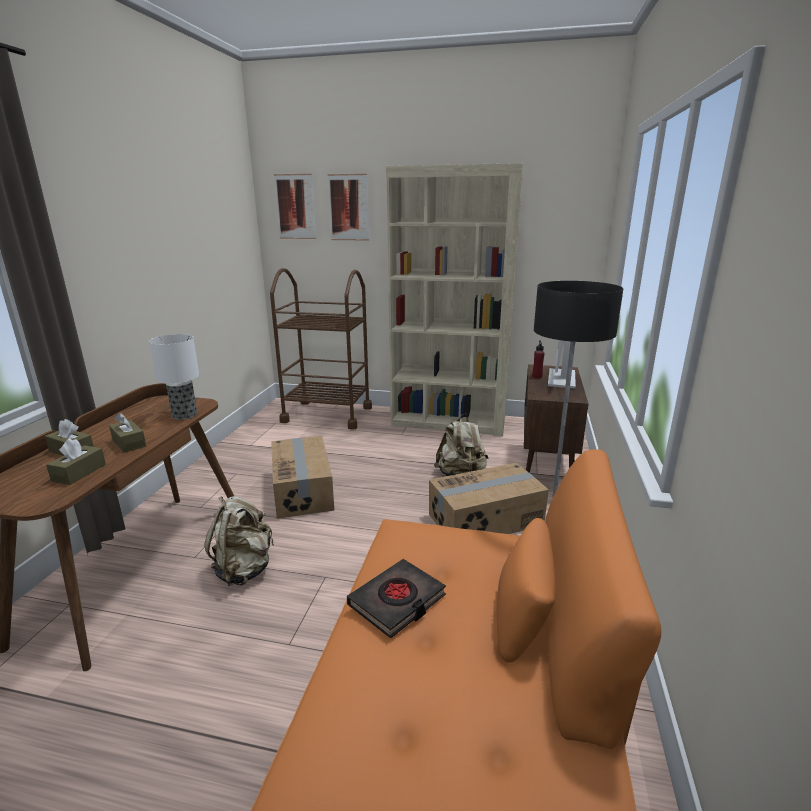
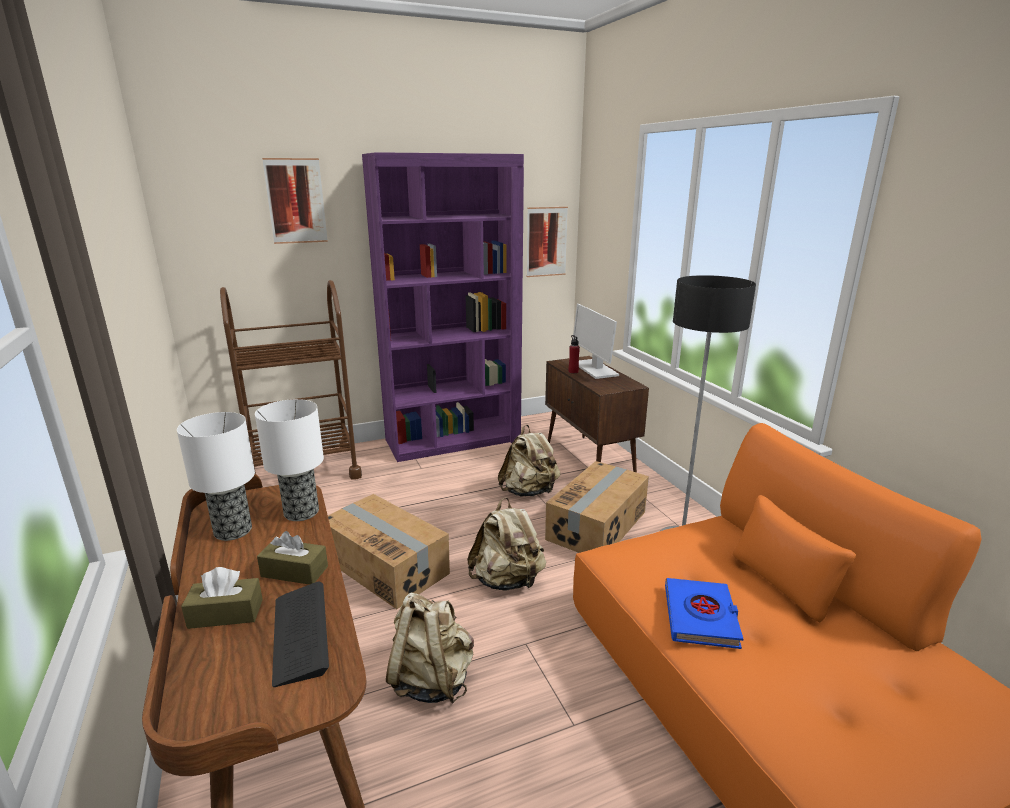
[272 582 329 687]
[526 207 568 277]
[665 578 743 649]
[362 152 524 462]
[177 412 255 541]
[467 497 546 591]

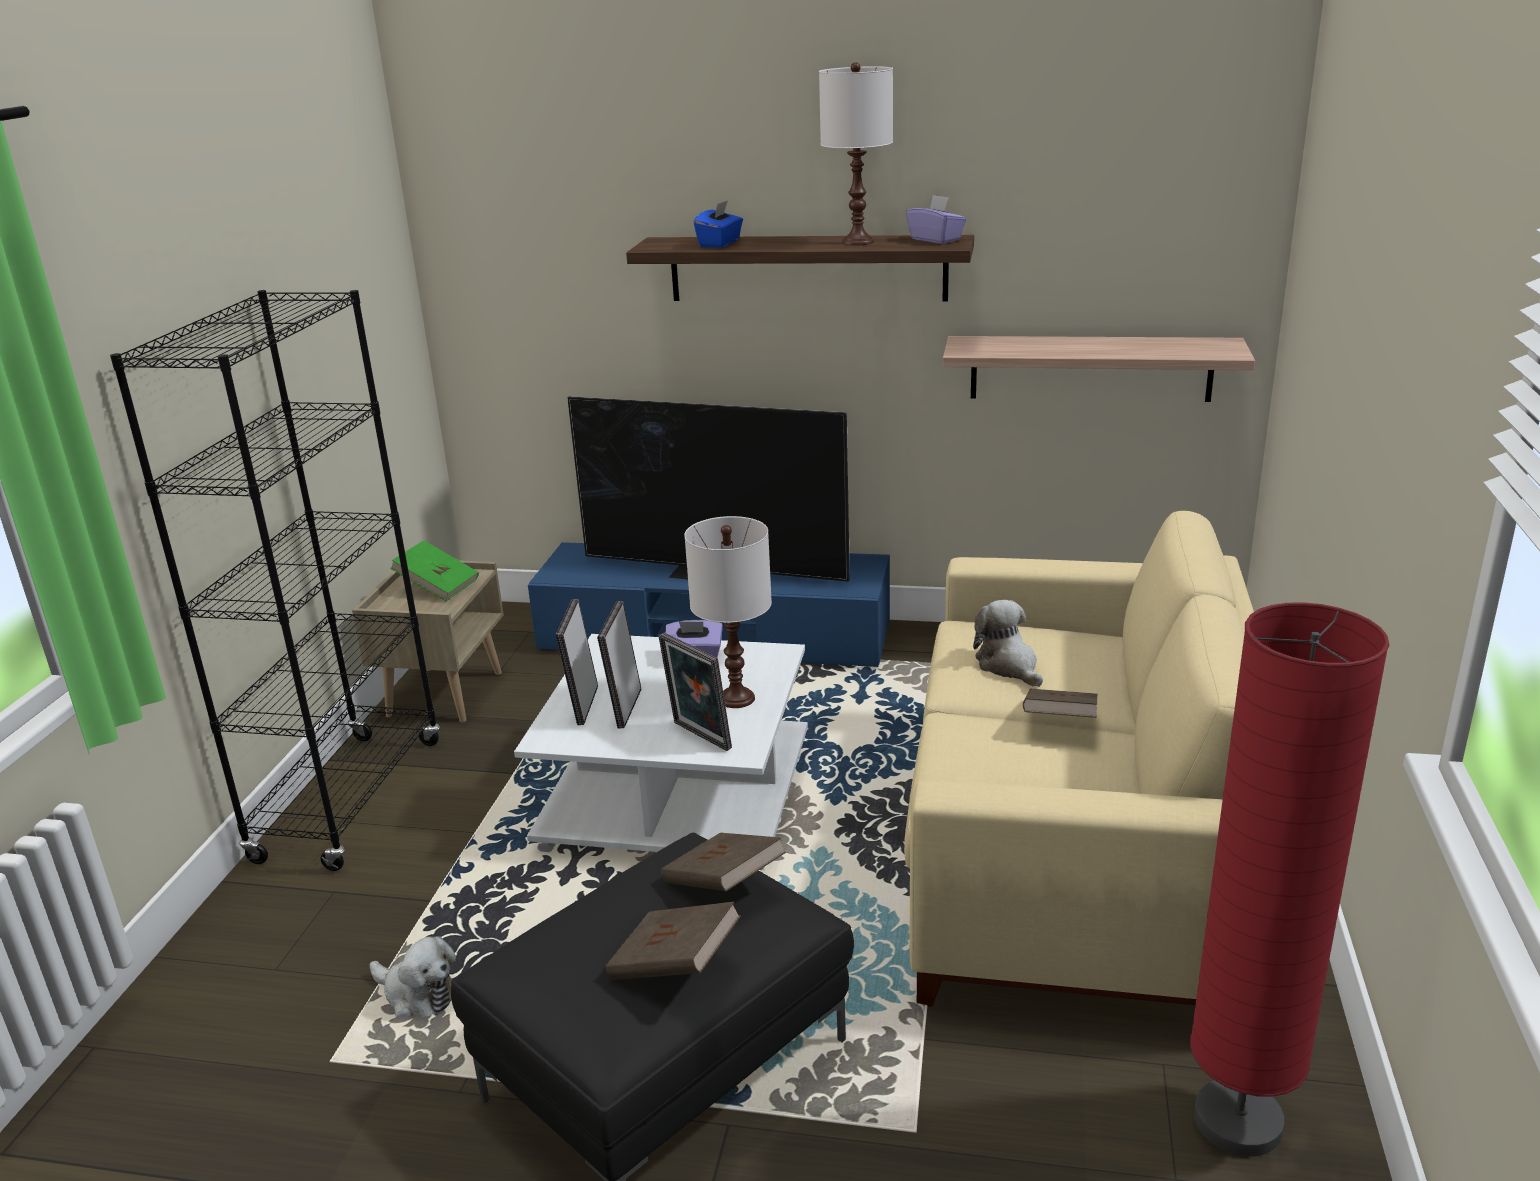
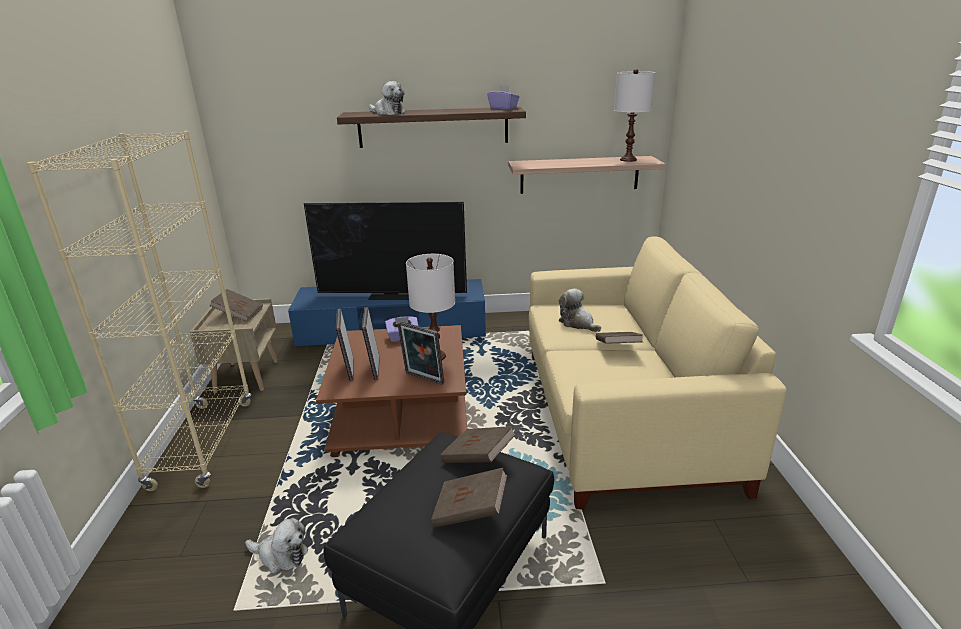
[27 131 251 491]
[210 289 263 322]
[316 325 467 457]
[369 81 405 115]
[614 69 655 162]
[1190 602 1389 1156] (first image)

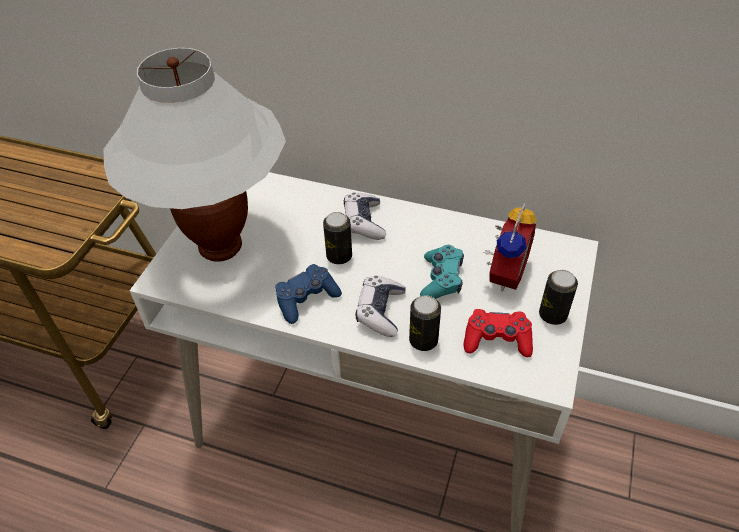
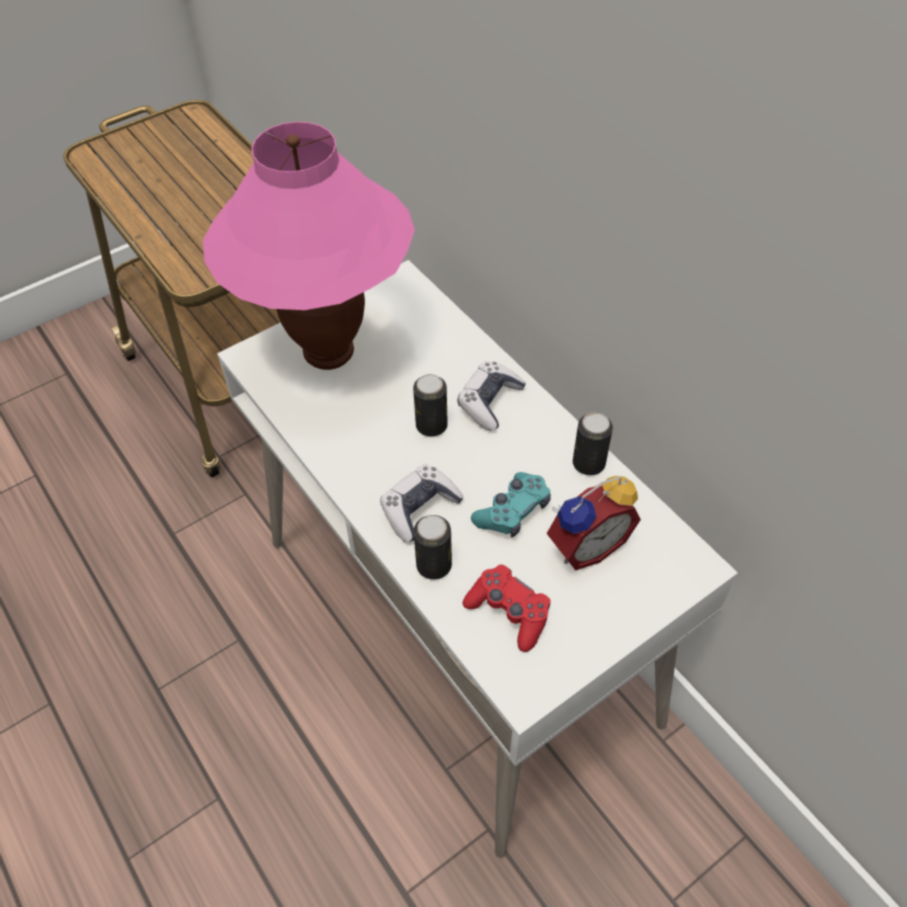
[203 122 415 370]
[275 264 342 324] (first image)
[573 412 613 475]

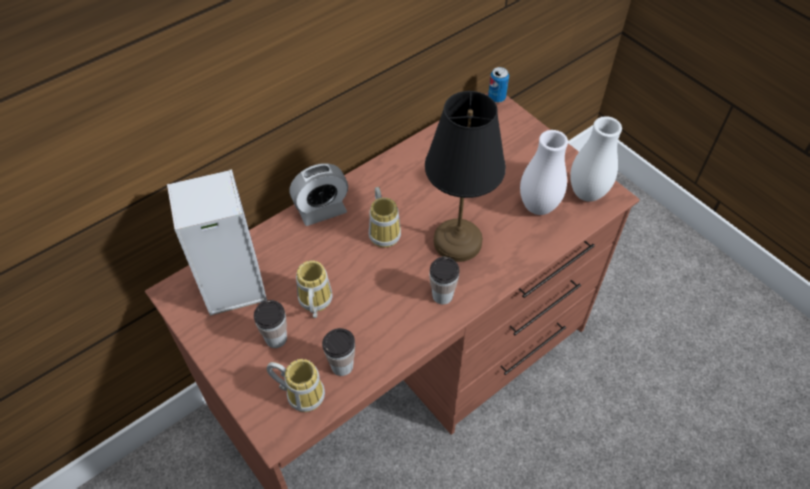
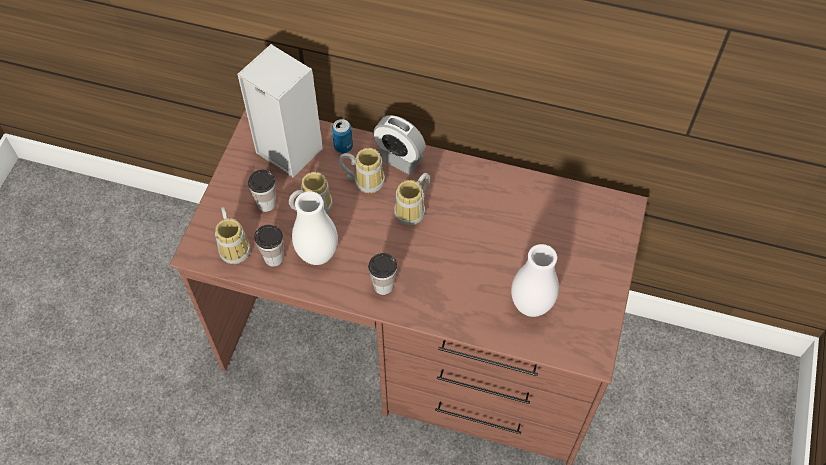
[425 91 506 262] (first image)
[332 119 353 153]
[292 191 338 265]
[339 148 385 193]

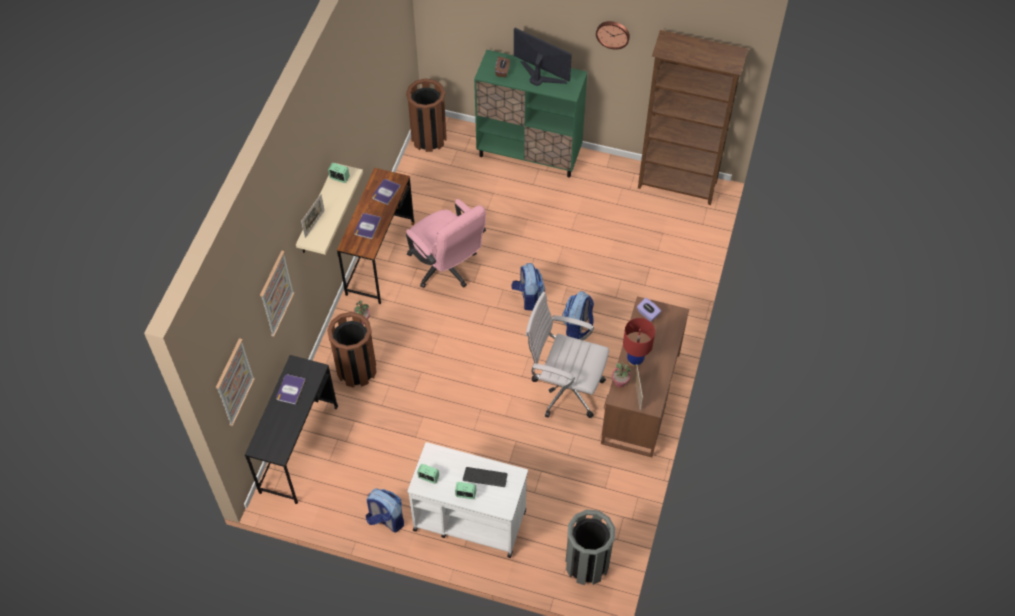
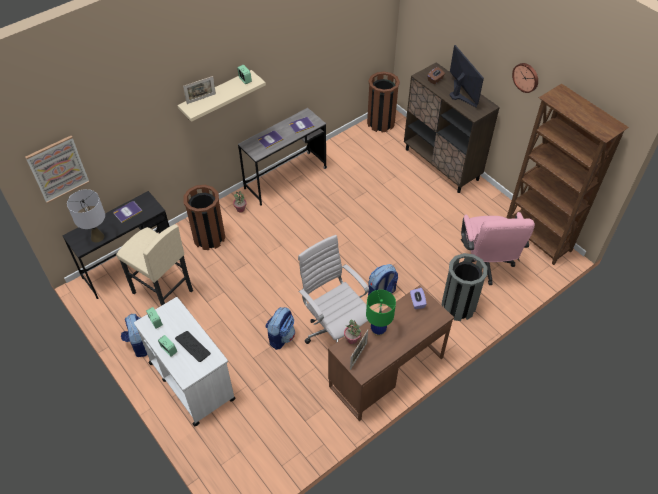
[260 250 295 337] (first image)
[238 108 327 206]
[461 212 535 285]
[404 62 500 193]
[266 307 295 350]
[442 253 487 321]
[366 290 396 336]
[67 189 105 242]
[116 224 193 306]

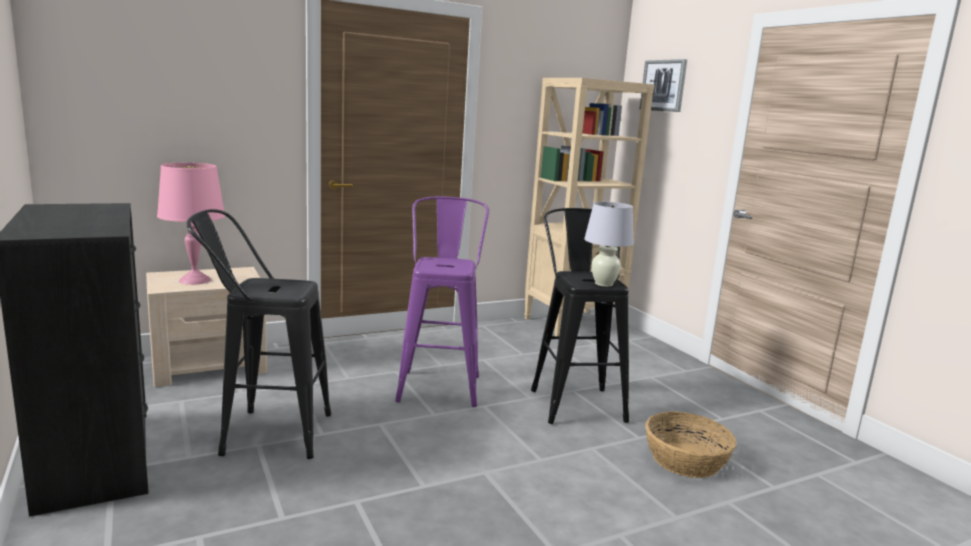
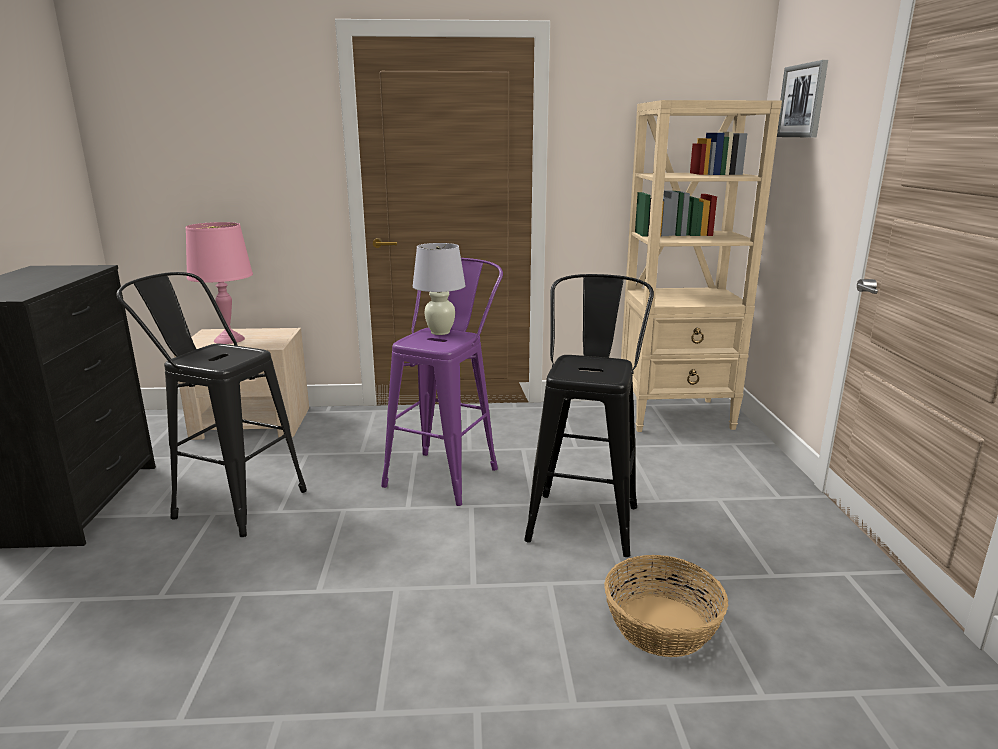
[413 243 465 335]

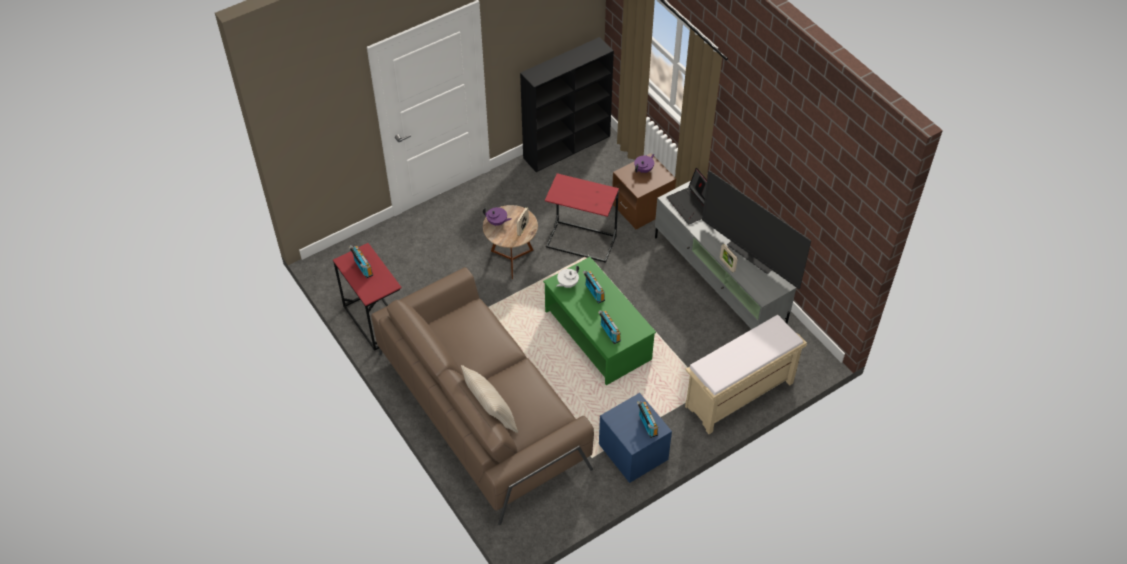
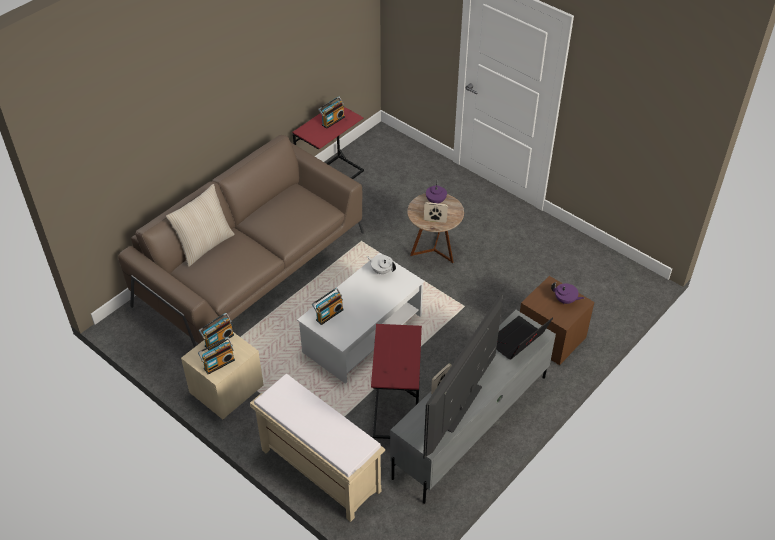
[520 37 614 172] (first image)
[297 253 425 384]
[371 324 422 439]
[199 313 234 350]
[181 332 264 419]

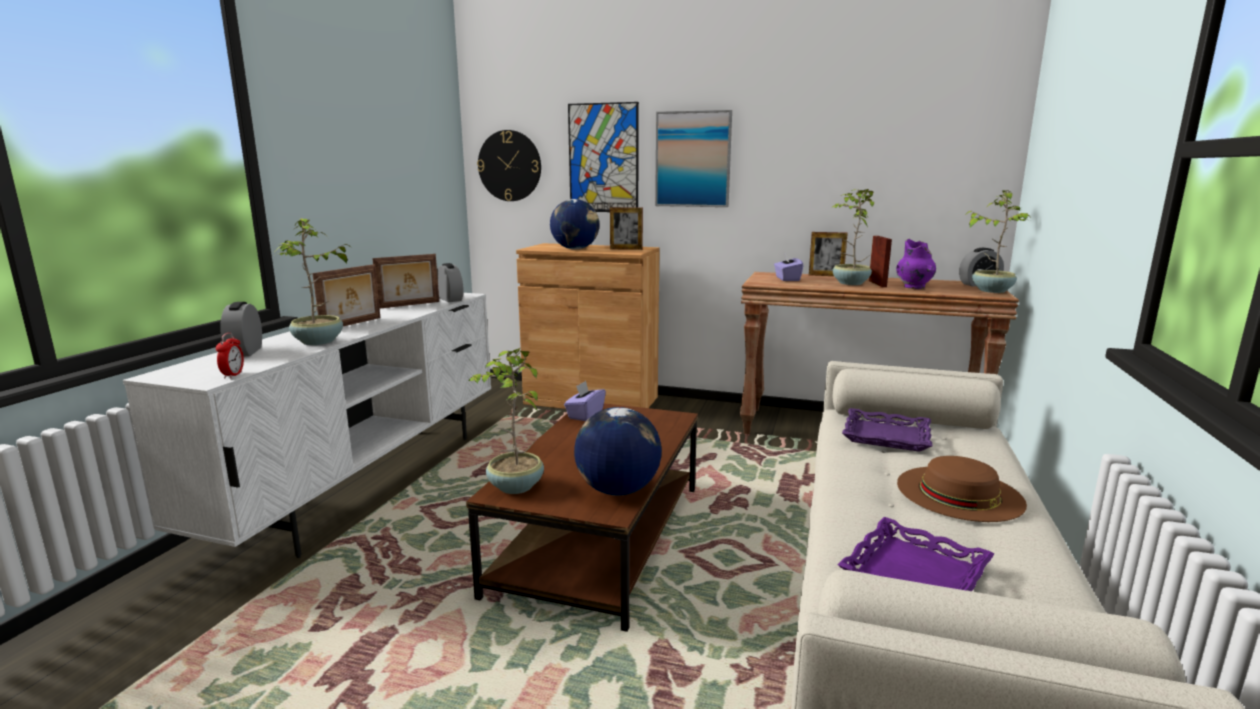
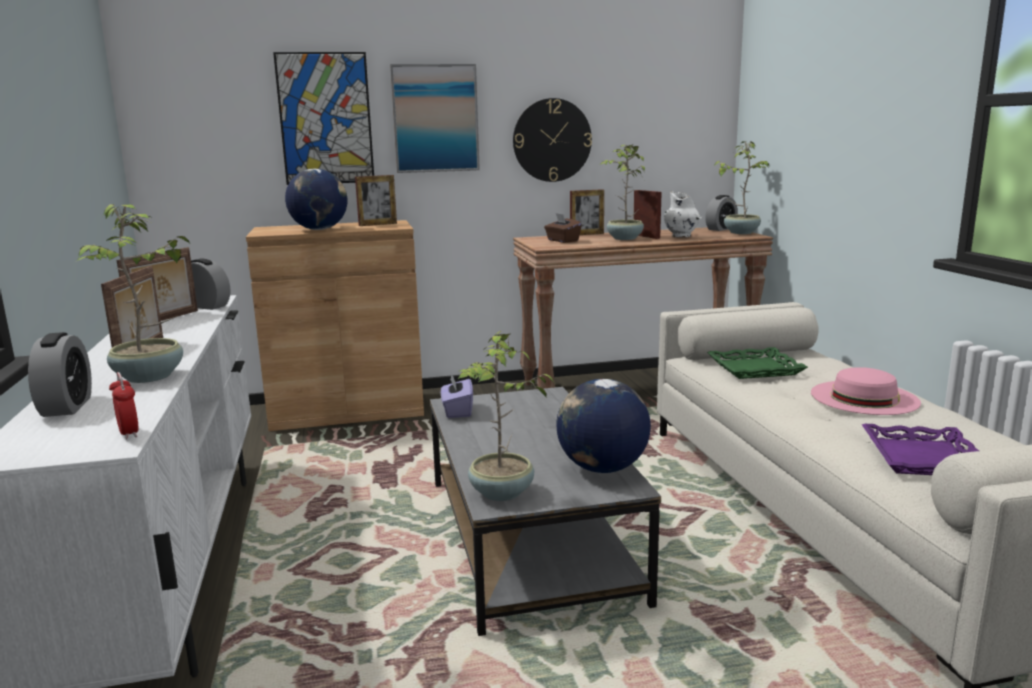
[28 332 92 417]
[430 387 661 636]
[513 98 592 182]
[544 213 582 243]
[707 347 808 379]
[664 191 702 238]
[811 367 921 415]

